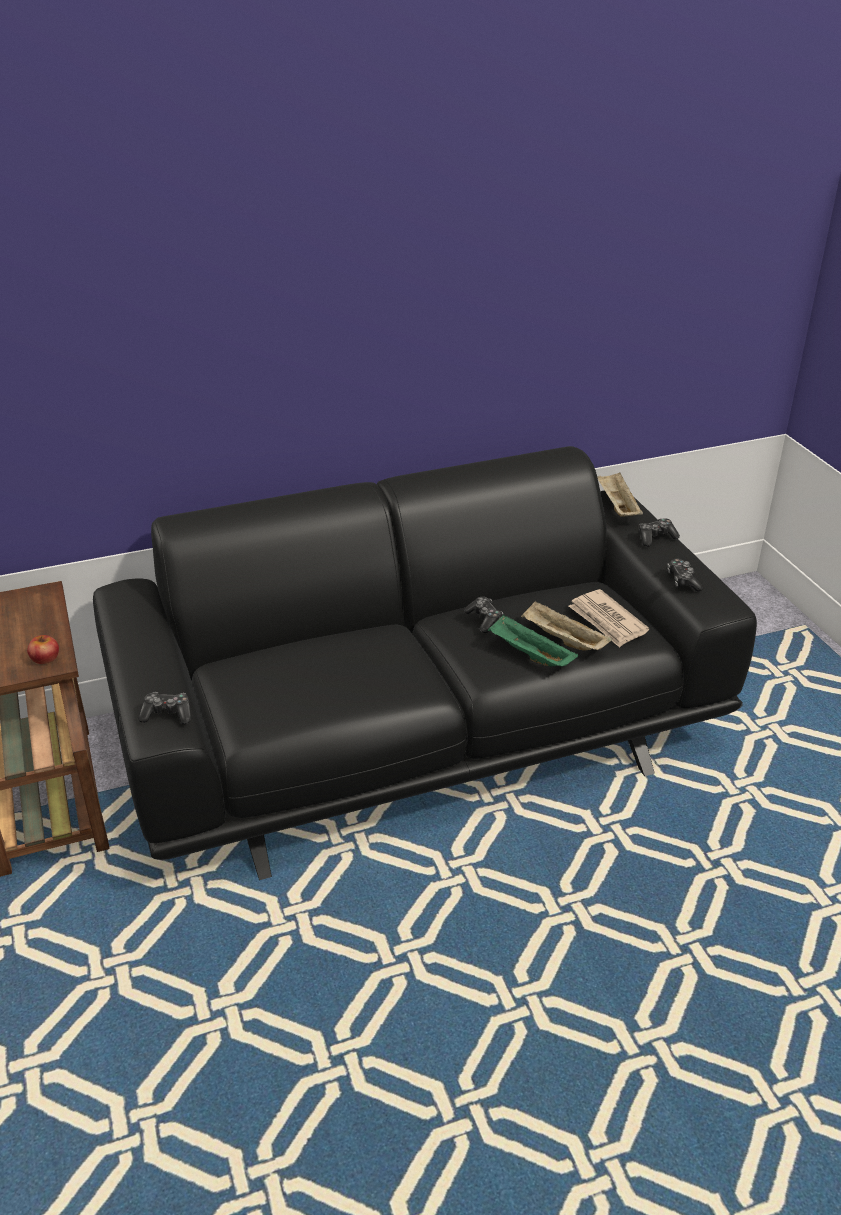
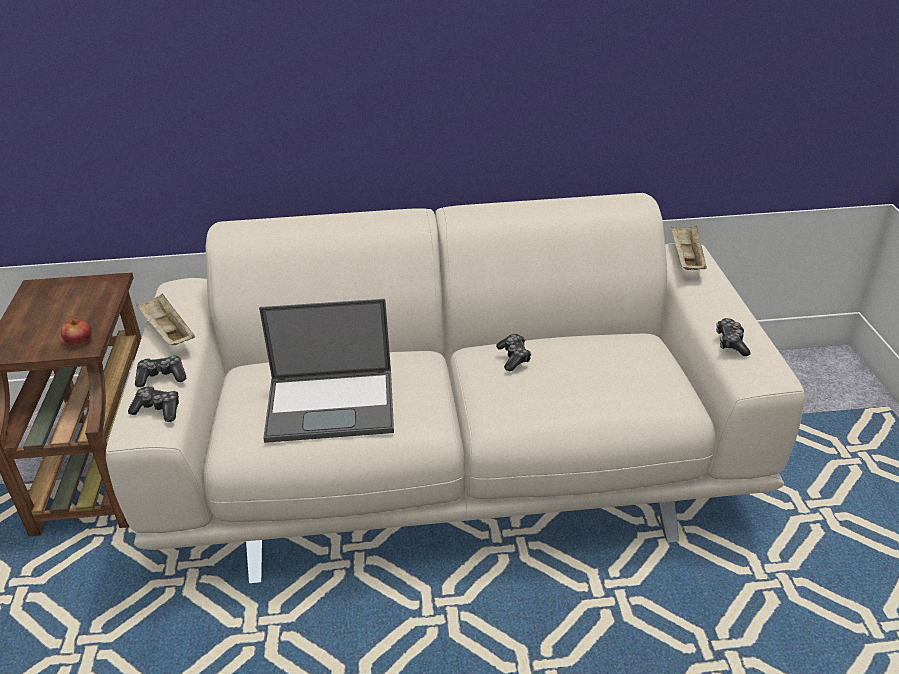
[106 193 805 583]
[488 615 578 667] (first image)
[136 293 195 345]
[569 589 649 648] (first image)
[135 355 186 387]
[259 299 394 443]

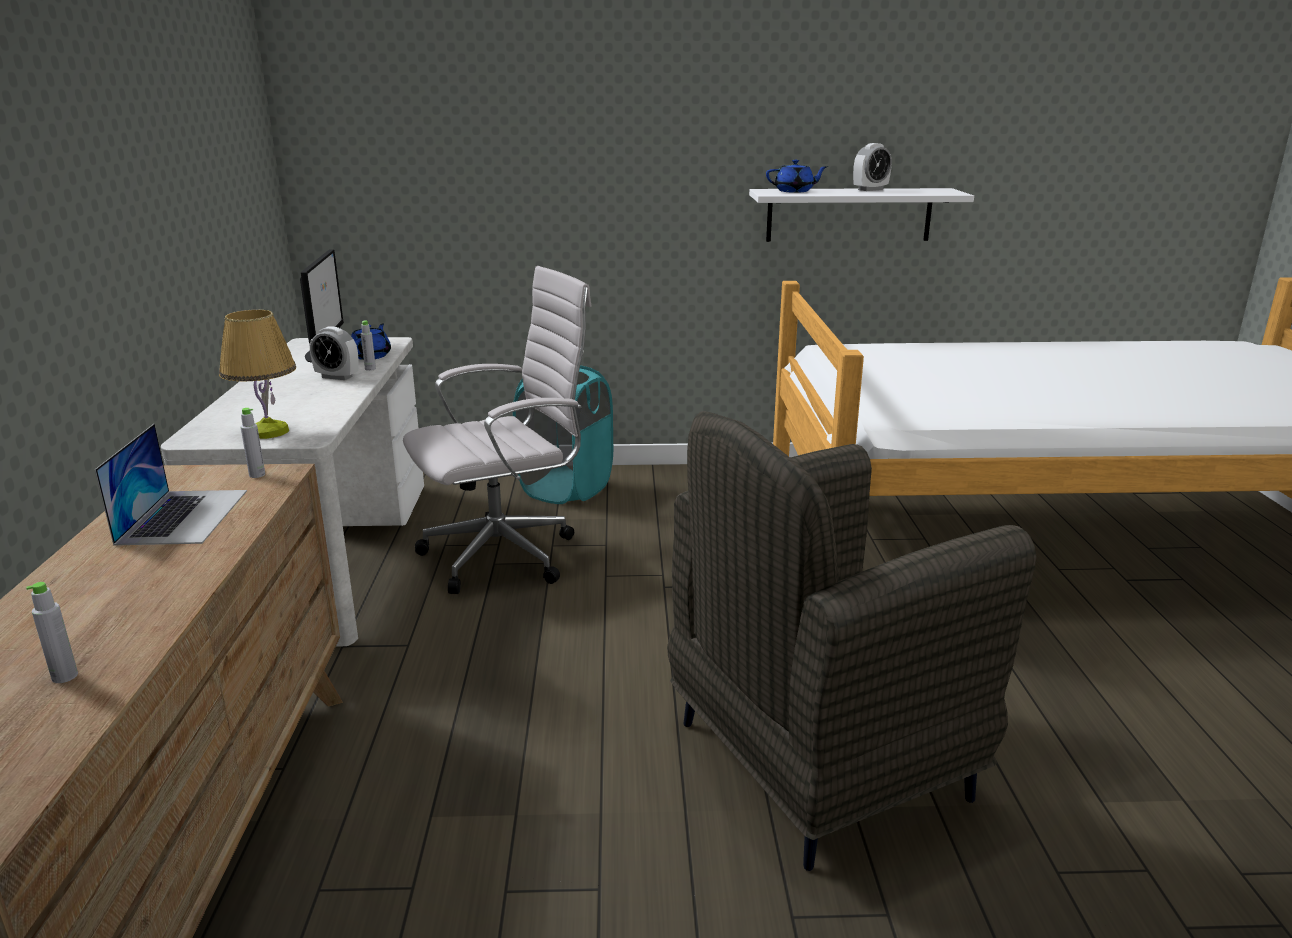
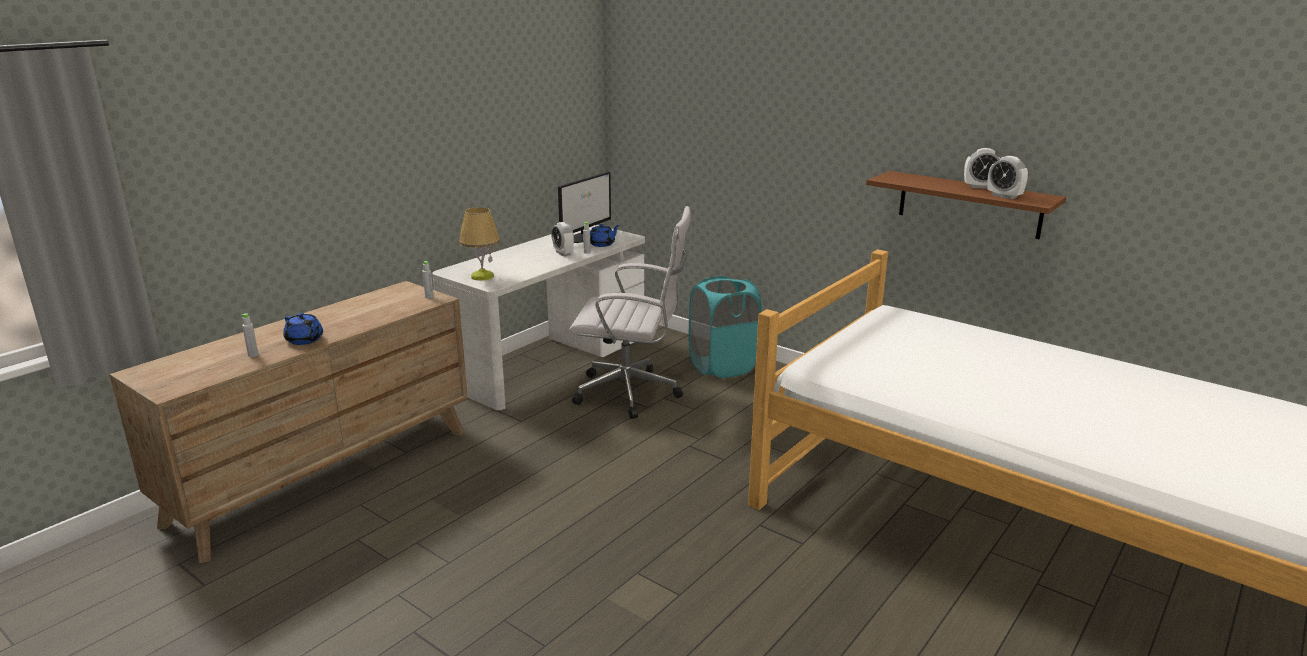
[95 424 247 545] (first image)
[667 411 1036 871] (first image)
[866 171 1066 239]
[283 313 323 345]
[987 156 1028 199]

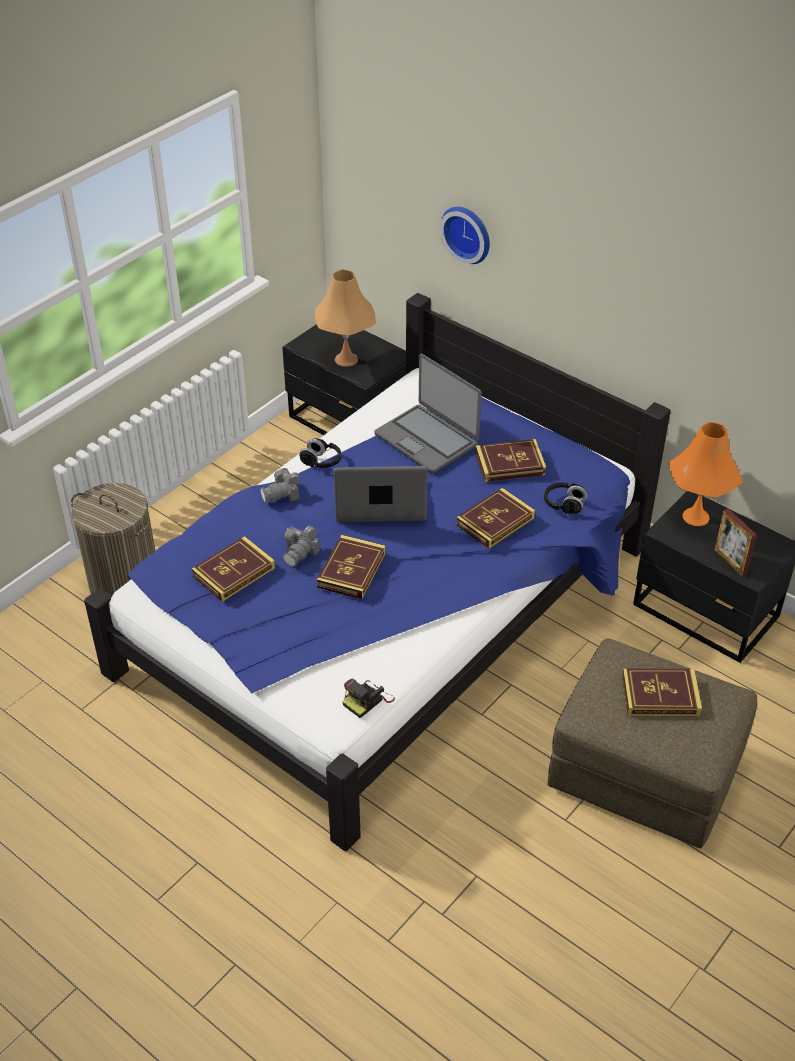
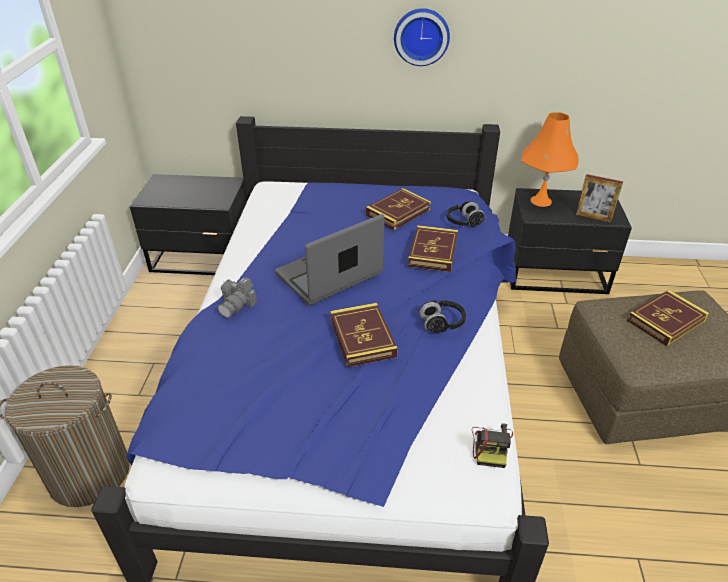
[192 536 275 602] (first image)
[283 525 320 567] (first image)
[417 300 466 333]
[315 269 376 367] (first image)
[375 353 482 473] (first image)
[394 8 450 66]

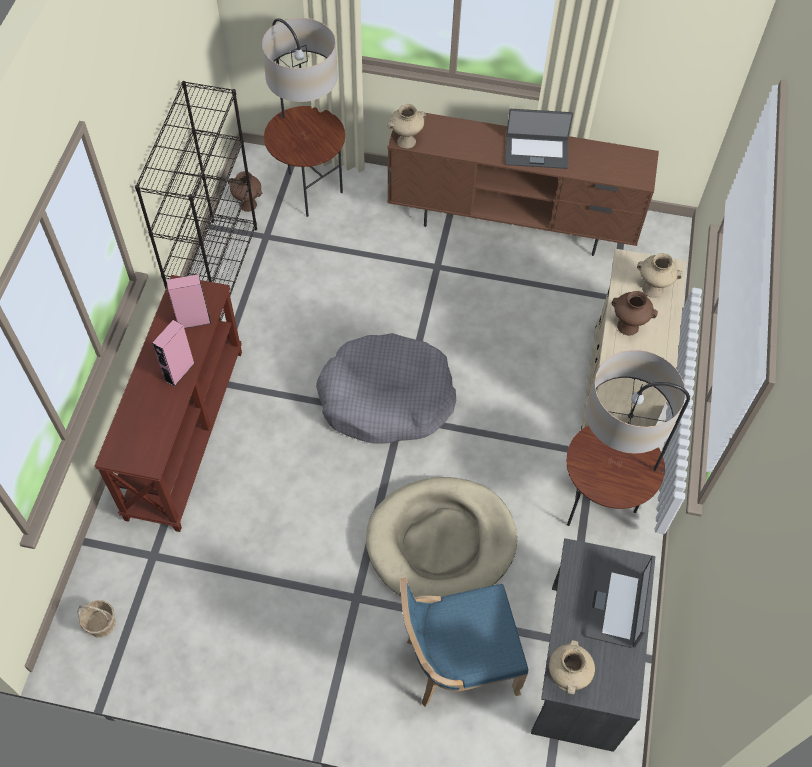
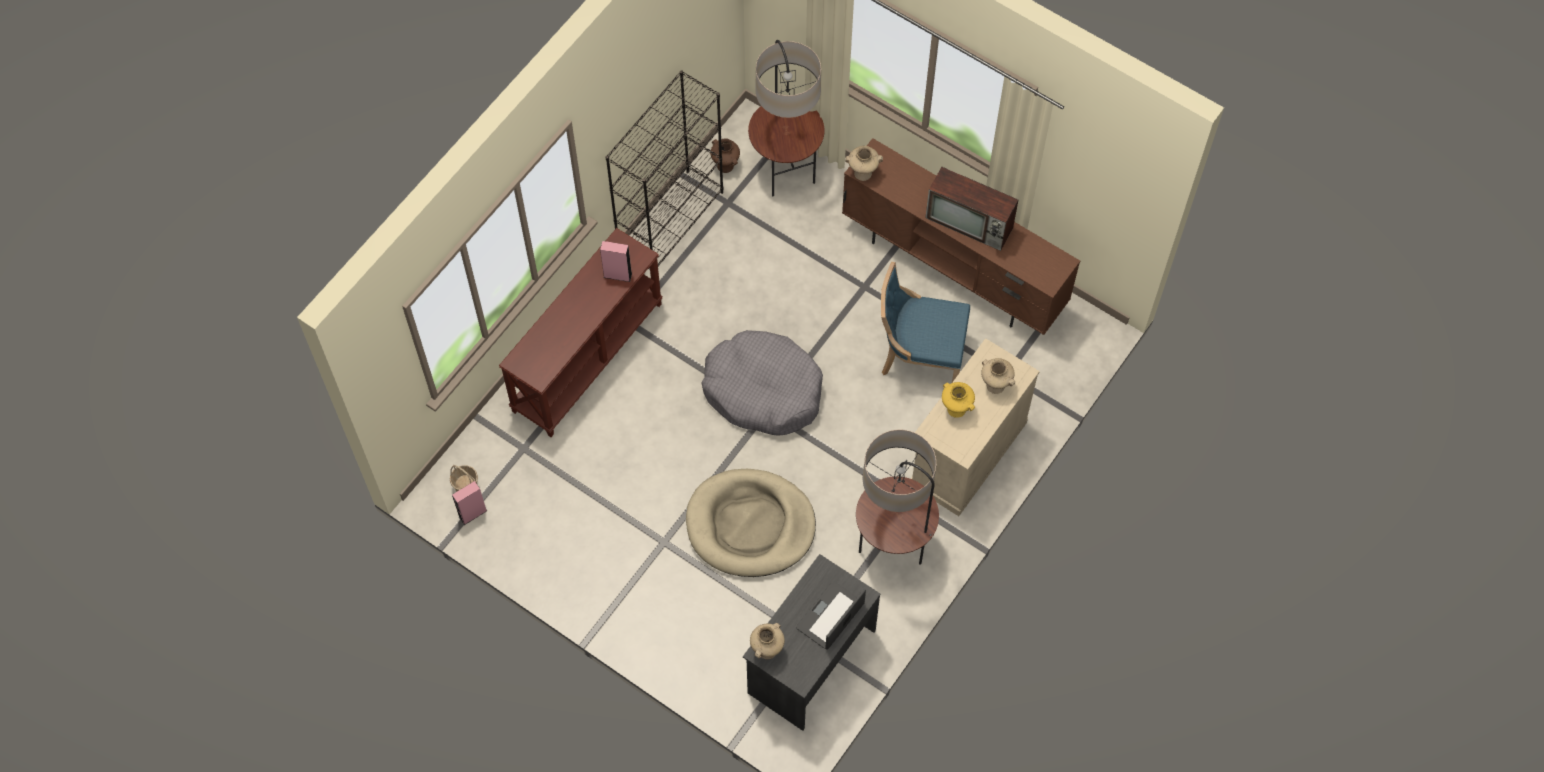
[452 481 487 525]
[881 262 970 382]
[925 167 1018 251]
[942 382 975 418]

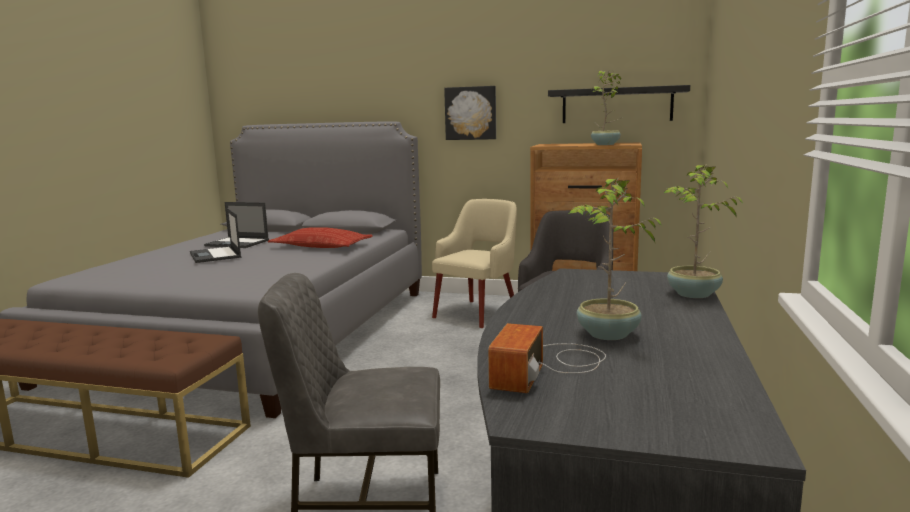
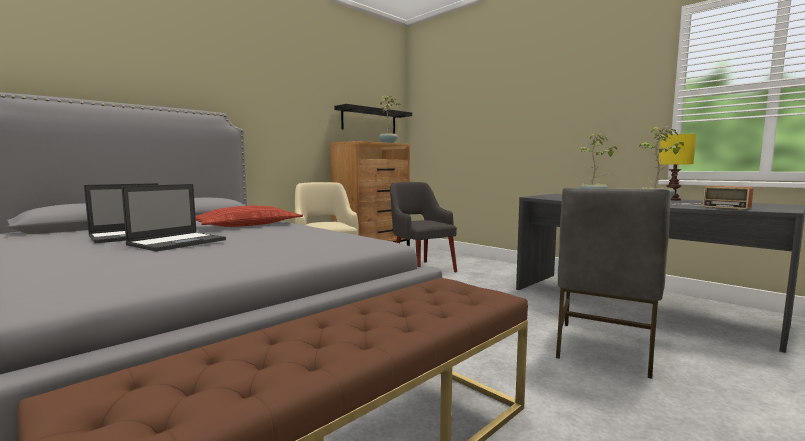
[121 184 226 252]
[444 86 496 140] (first image)
[659 134 696 200]

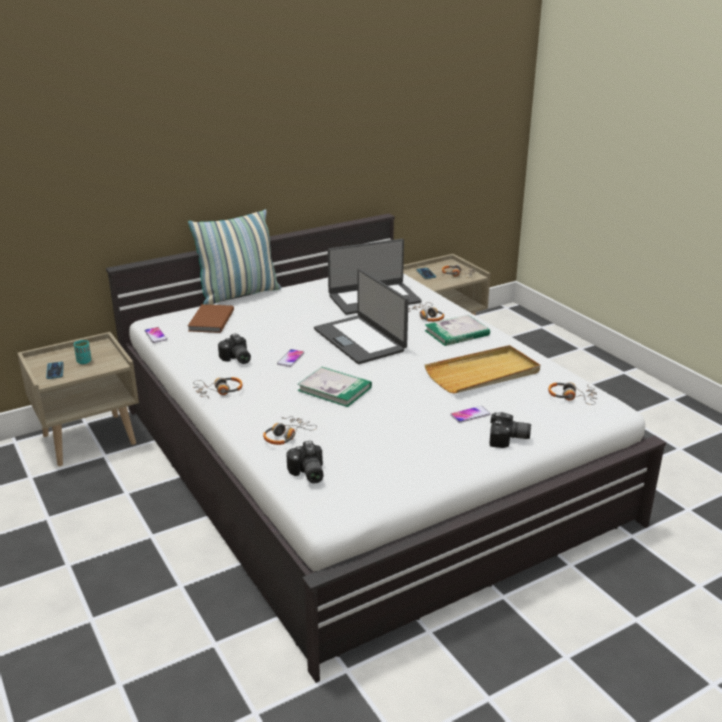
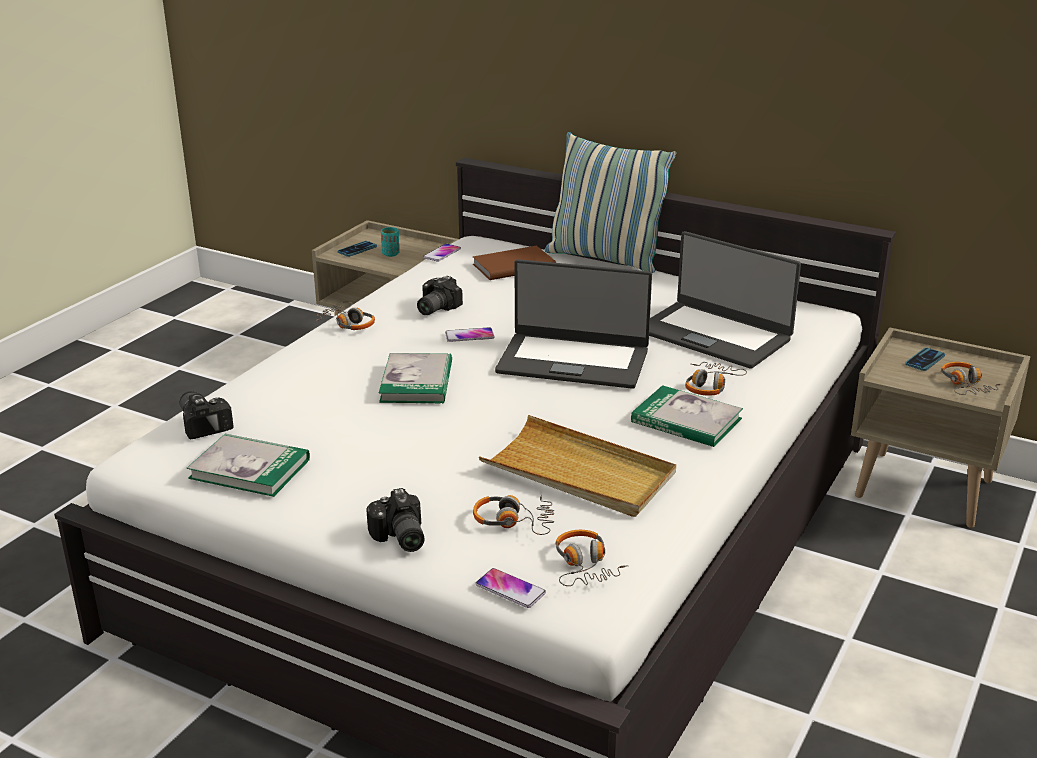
[473 495 554 535]
[180 391 234 439]
[495 259 652 389]
[475 568 546 608]
[186 434 310 497]

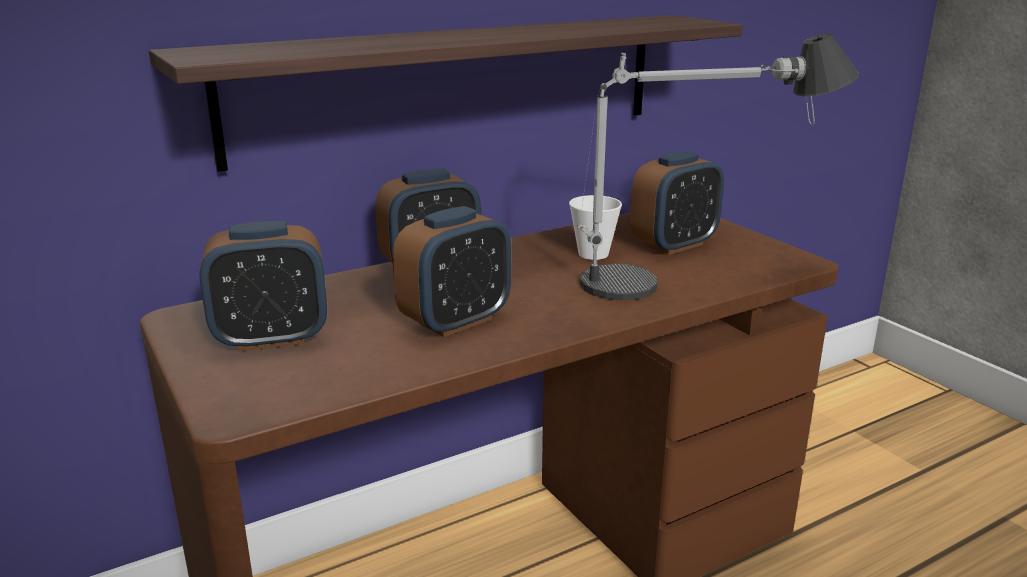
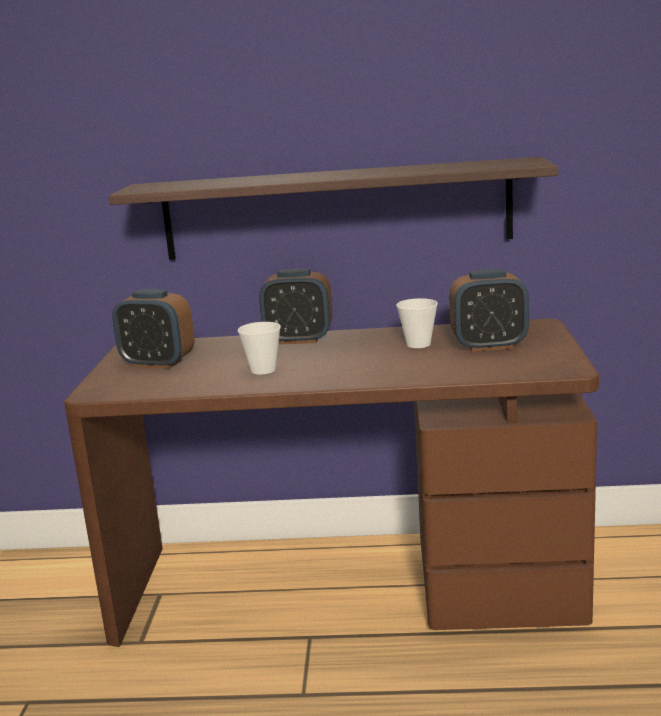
[238 322 281 374]
[577 33 859 300] (first image)

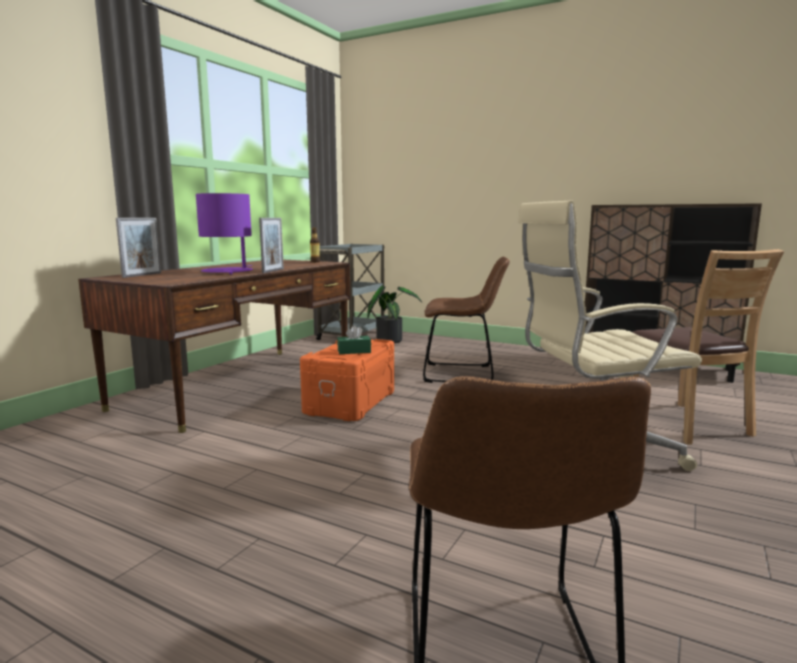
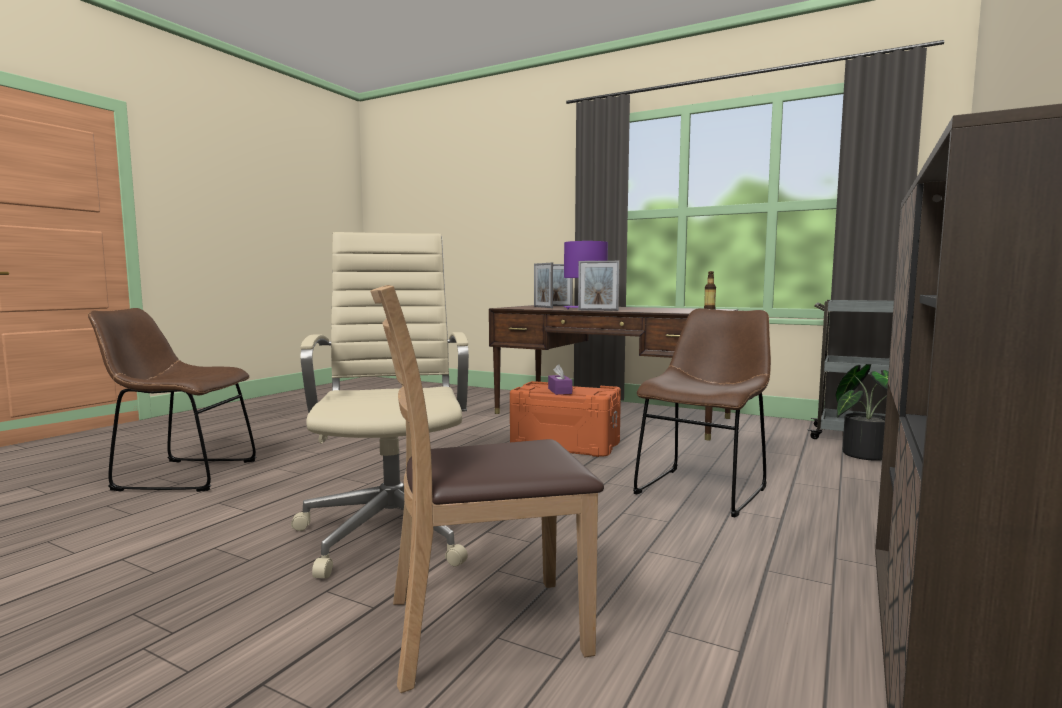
[548 364 572 395]
[633 308 771 517]
[534 263 553 308]

